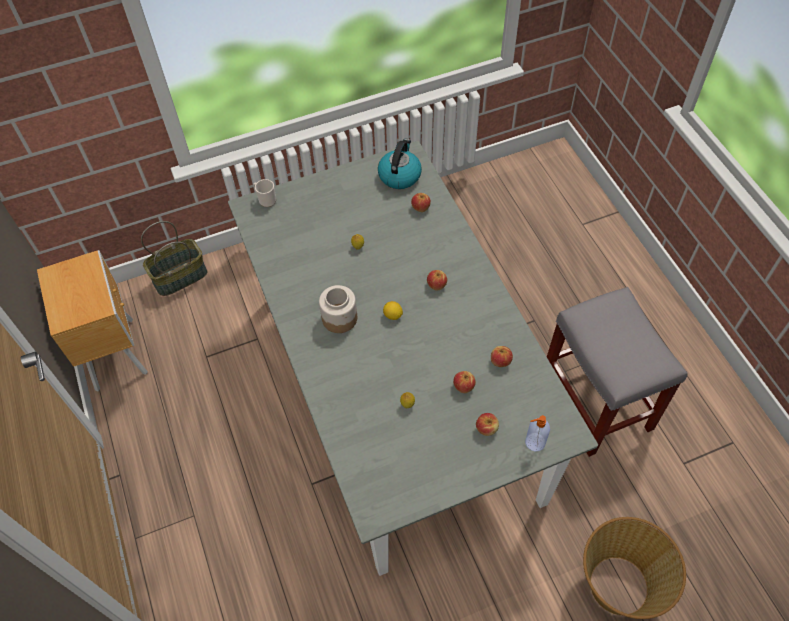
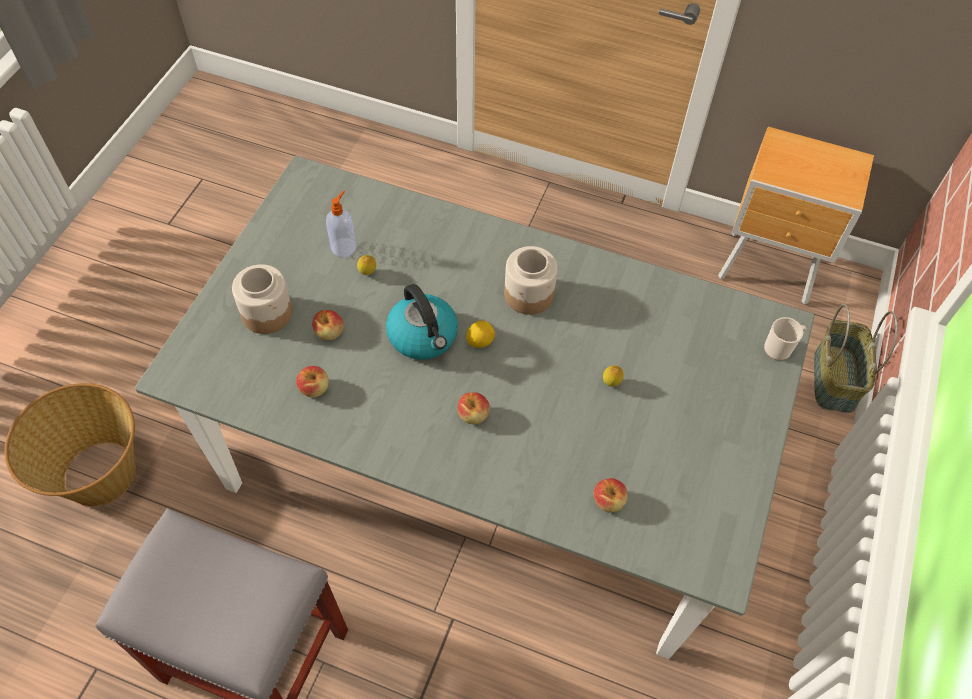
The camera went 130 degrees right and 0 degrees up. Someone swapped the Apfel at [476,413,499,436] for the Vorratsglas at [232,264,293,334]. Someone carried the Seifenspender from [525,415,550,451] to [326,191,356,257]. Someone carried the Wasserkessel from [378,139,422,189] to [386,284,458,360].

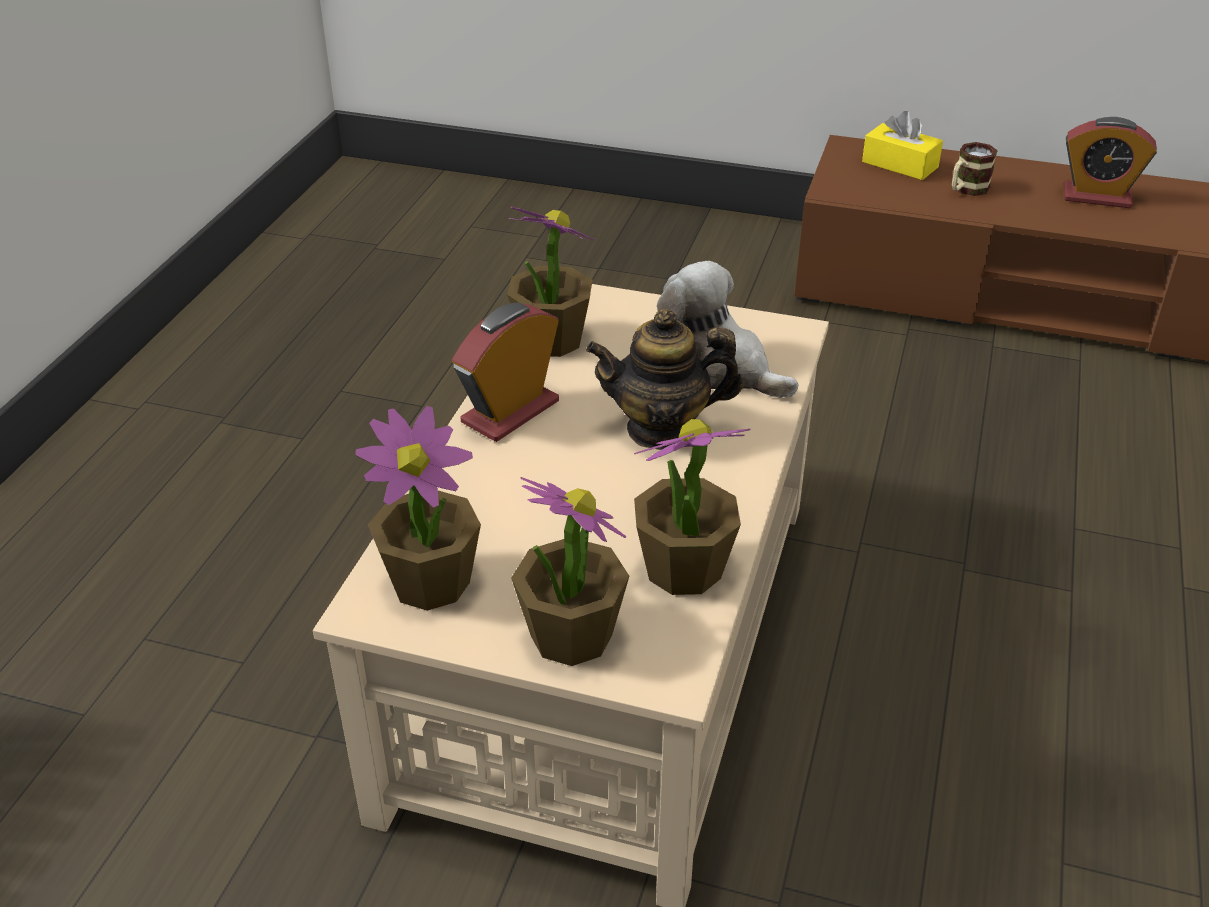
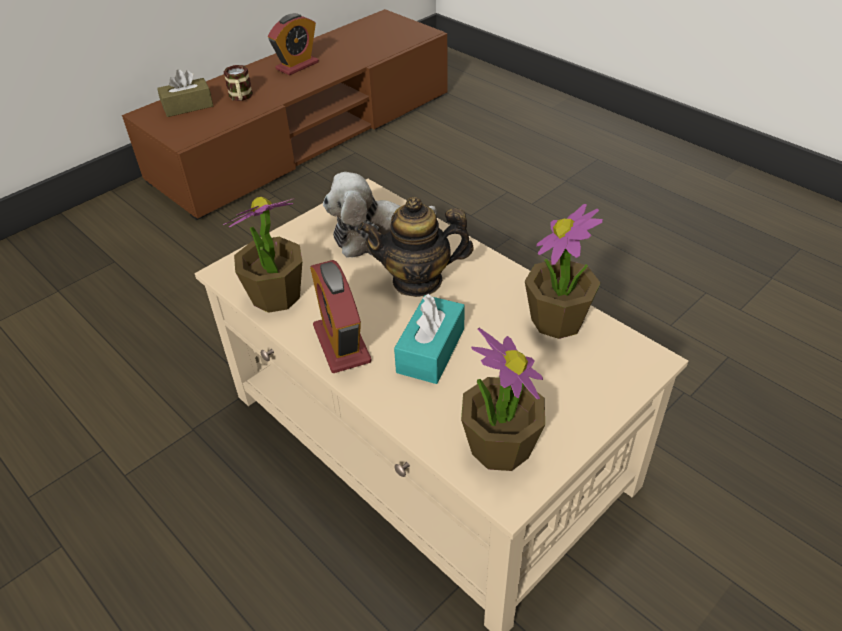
The camera went 60 degrees left and 5 degrees up. Someone repainted the Taschentuchbox/gelb at [862,111,943,180], which became the Taschentuchbox/braun at [157,69,213,117]. Someone rotated the Teekanne at [586,309,743,450] by 60 degrees clockwise. Someone put down the Taschentuchbox/türkis at [394,294,465,384]. Someone took away the Topfpflanze at [511,477,629,666].

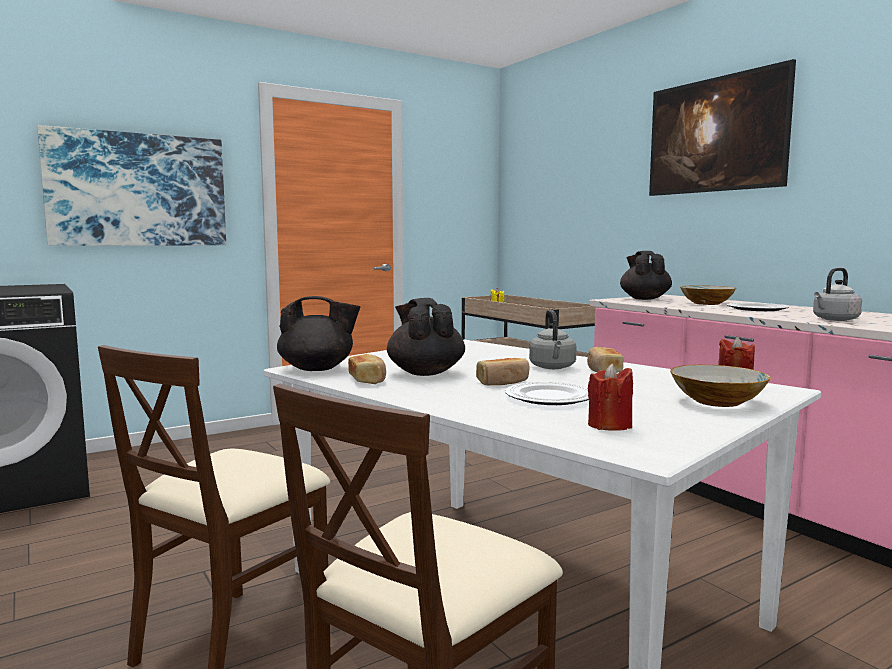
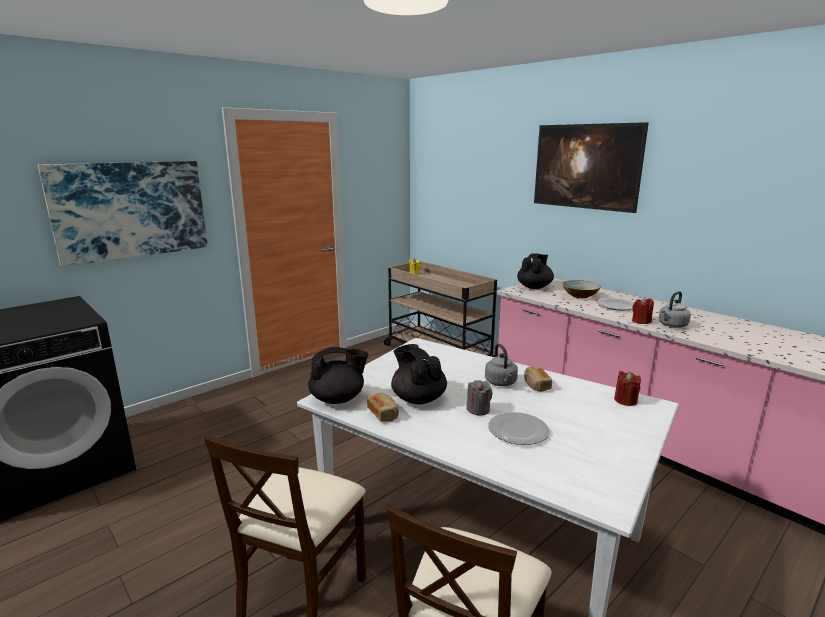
The camera went 10 degrees left and 10 degrees up. Someone swapped the Brot at [476,358,529,385] for the Kerze/grau at [466,380,493,416]. Someone rotated the Teekanne/schwarz at [620,251,672,300] by 45 degrees clockwise. Someone carried the Kerze/rot from [588,363,633,431] to [632,297,654,324]. Someone took away the Schüssel at [670,365,771,407].

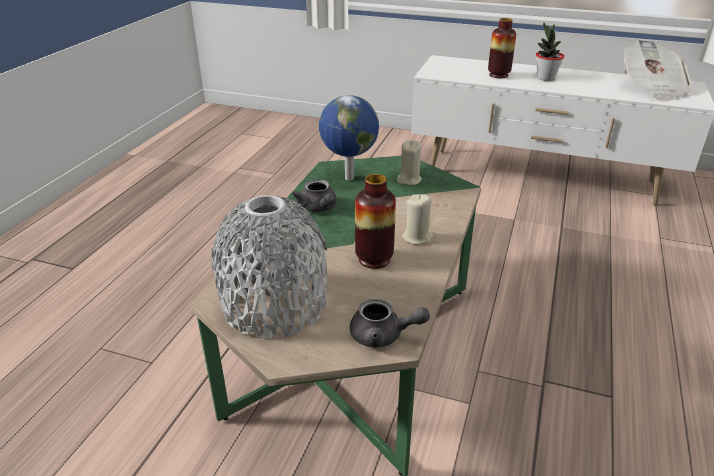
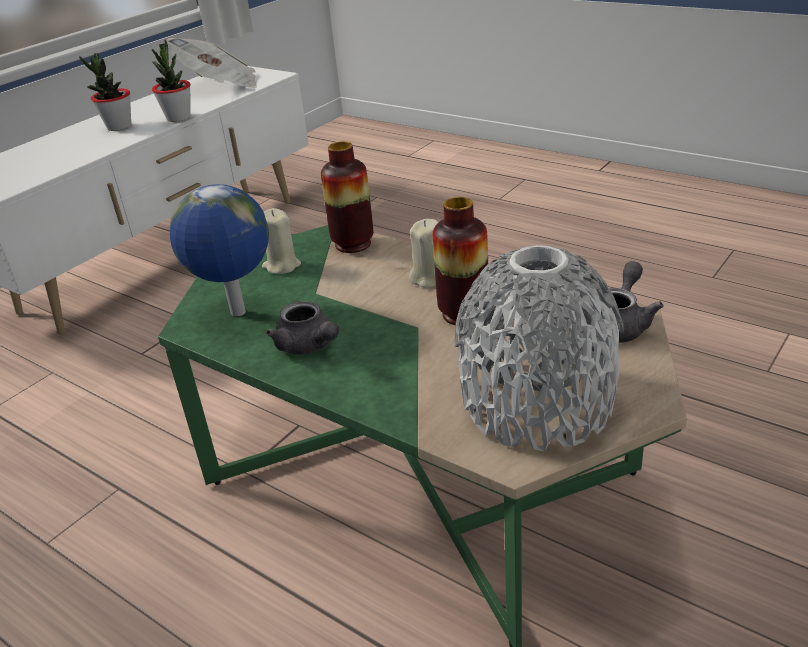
The camera went 70 degrees left and 0 degrees up. Someone put down the Topfpflanze at [152,39,191,122]. Someone rotated the Teekanne/grau at [293,179,337,212] by 60 degrees clockwise. Someone carried the Vase from [488,18,516,78] to [321,141,374,253].

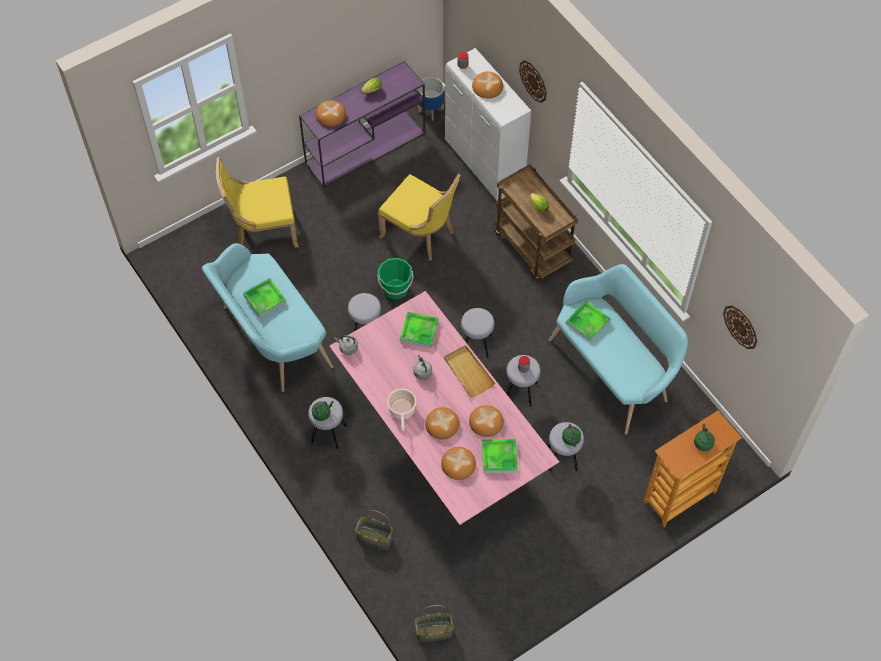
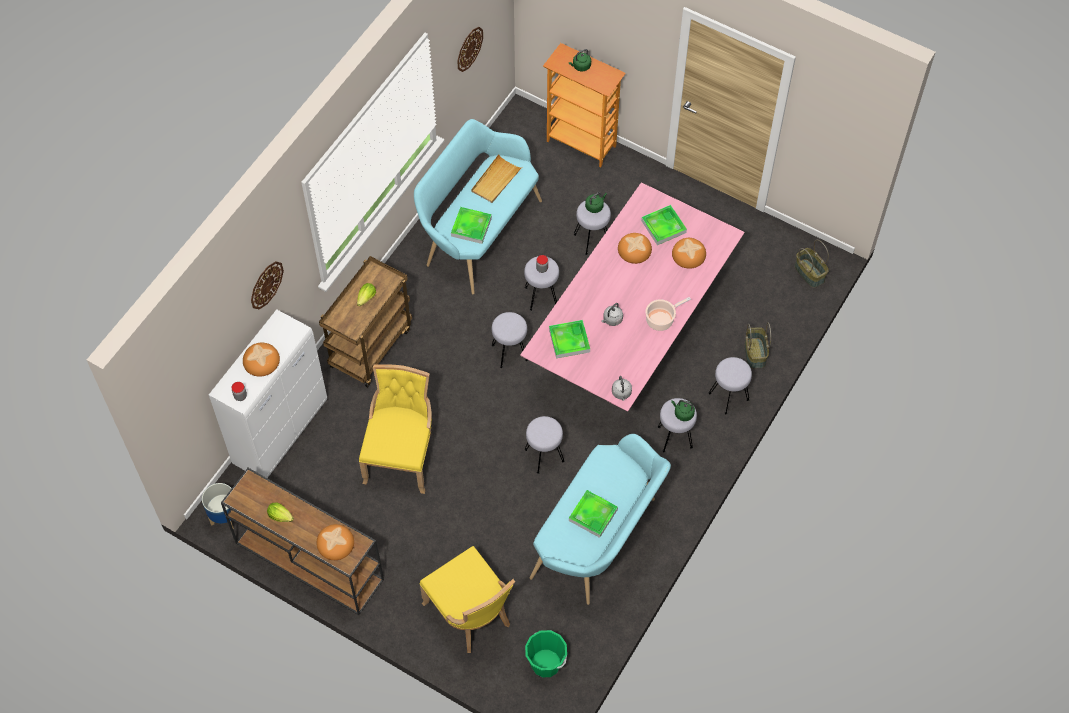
The camera went 115 degrees left and 0 degrees up. Someone repainted the Konsolentisch/lila at [299,61,425,187], which became the Konsolentisch/braun at [221,468,384,615]. Someone carried the Tablett/beige from [444,345,495,397] to [471,154,522,203]. Someone carried the Eimer/grün from [377,258,413,299] to [525,630,567,677]. Someone put down the Hocker/grau at [709,357,752,414]. Someone took away the Brot at [425,407,459,439].

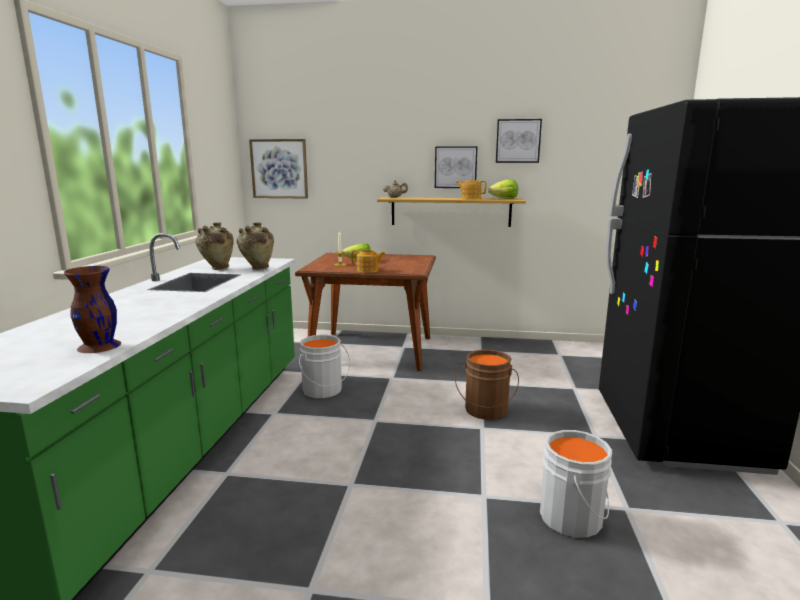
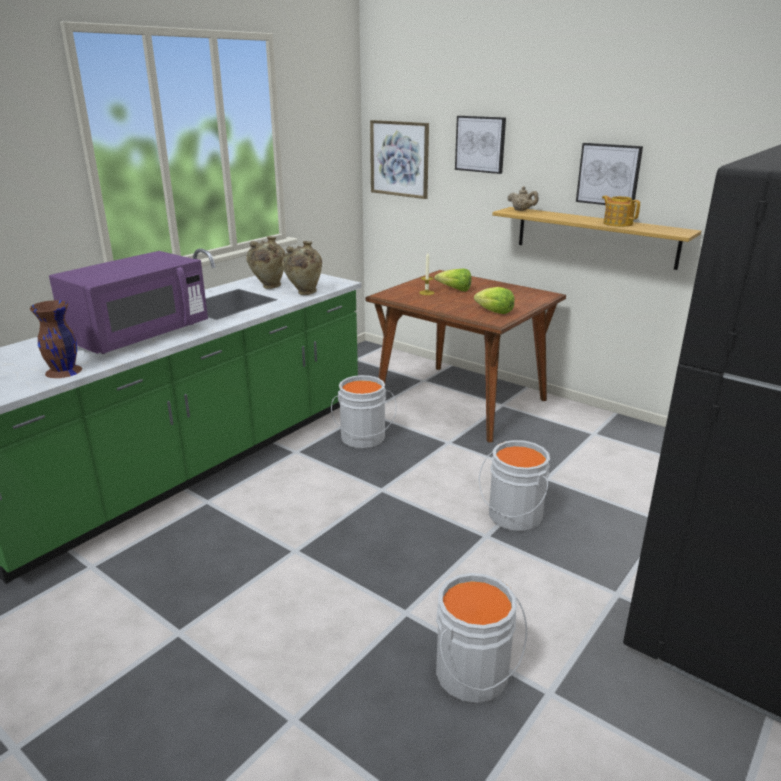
The camera went 30 degrees right and 10 degrees up. Someone put down the Mikrowelle/lila at [49,251,208,354]. Someone carried the Bild from [496,119,542,163] to [455,116,506,174]. Someone carried the Salatkopf from [488,179,518,199] to [474,287,515,314]. Someone repainted the Eimer/braun at [455,350,519,420], which became the Eimer/grau at [479,440,550,531]. Someone took away the Teekanne at [351,250,385,273].

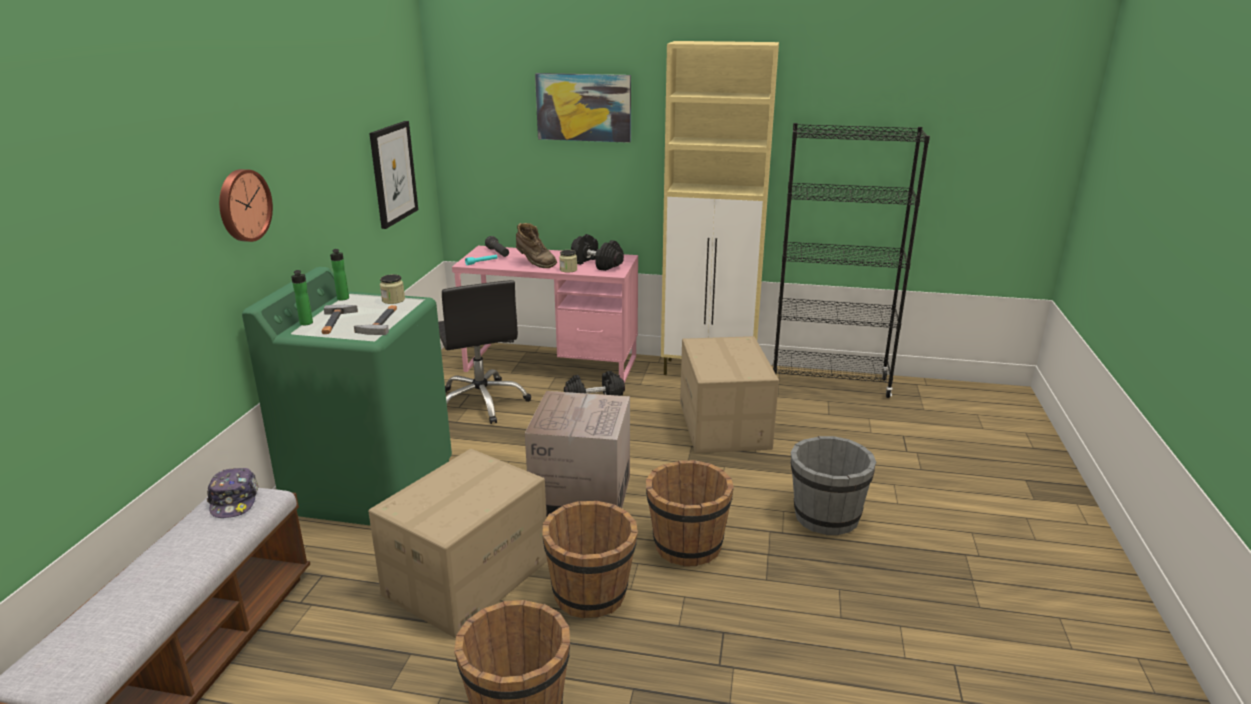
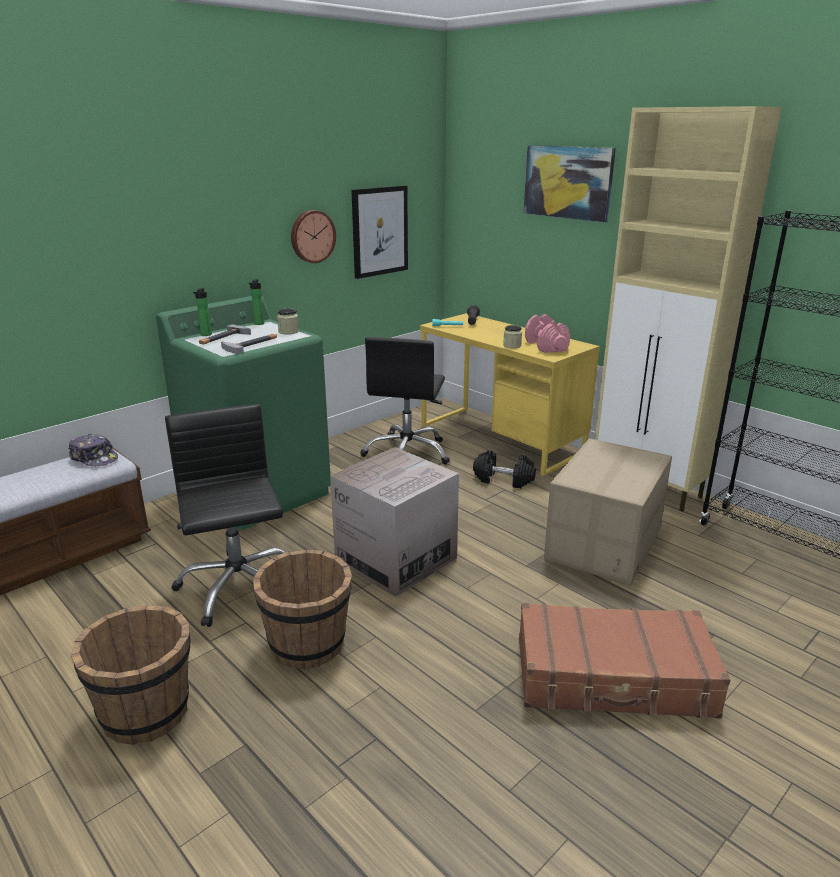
The camera went 35 degrees right and 0 degrees up. Someone rotated the Kappe at [207,468,259,518] by 75 degrees counterclockwise. Someone swapped the Karton at [368,449,547,638] for the Bürostuhl/schwarz at [165,404,286,627]. Someone carried the Wanduhr from [219,169,273,242] to [291,210,336,263]. Someone repainted the Schreibtisch/rosa at [452,246,638,383], which became the Schreibtisch/gelb at [420,313,600,476]. Someone swapped the Eimer/grau at [791,436,876,535] for the Koffer/braun at [519,603,731,719]. Someone repainted the Hantel/schwarz at [571,234,624,271], which became the Hantel/rosa at [525,314,570,353]. Someone took away the Stiefel/braun at [516,223,557,268]. Someone took away the Eimer/braun at [646,460,734,567].

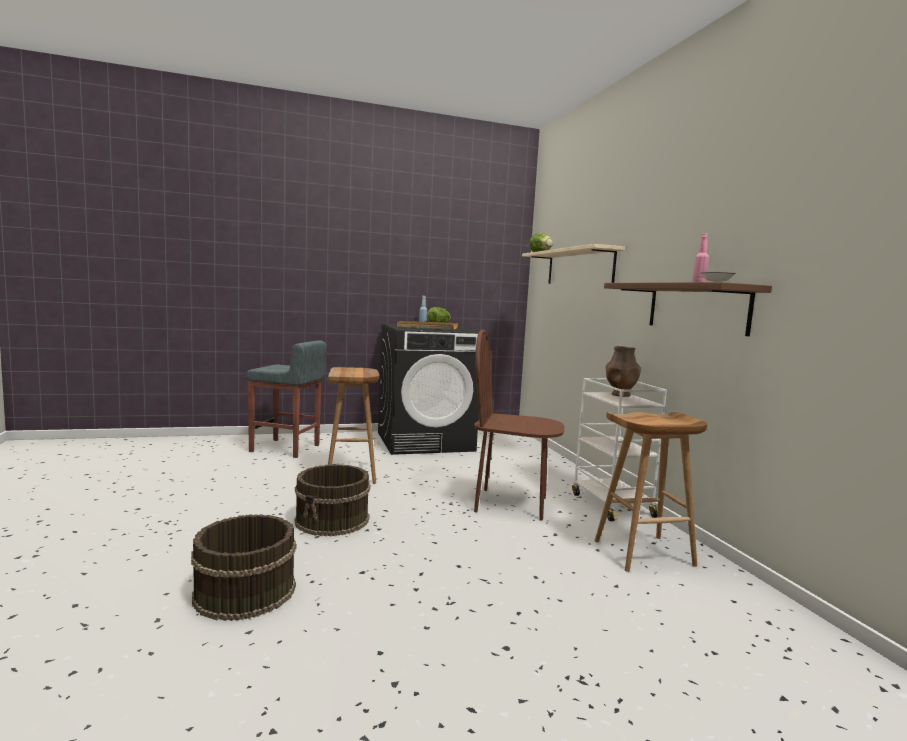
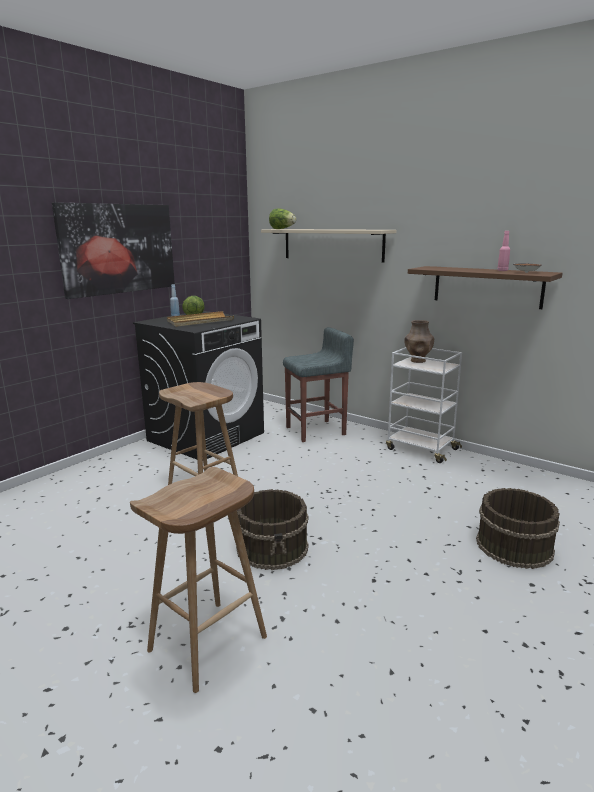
The camera went 35 degrees left and 10 degrees up. Someone put up the Bild at [52,202,175,299]. Someone carried the Hocker/braun from [595,412,707,572] to [130,467,267,693]. Someone carried the Hocker/grau from [246,340,327,458] to [283,327,354,442]. Someone carried the Eimer/braun from [191,514,297,621] to [476,488,560,569]. Someone took away the Stuhl/braun at [474,329,564,520].

